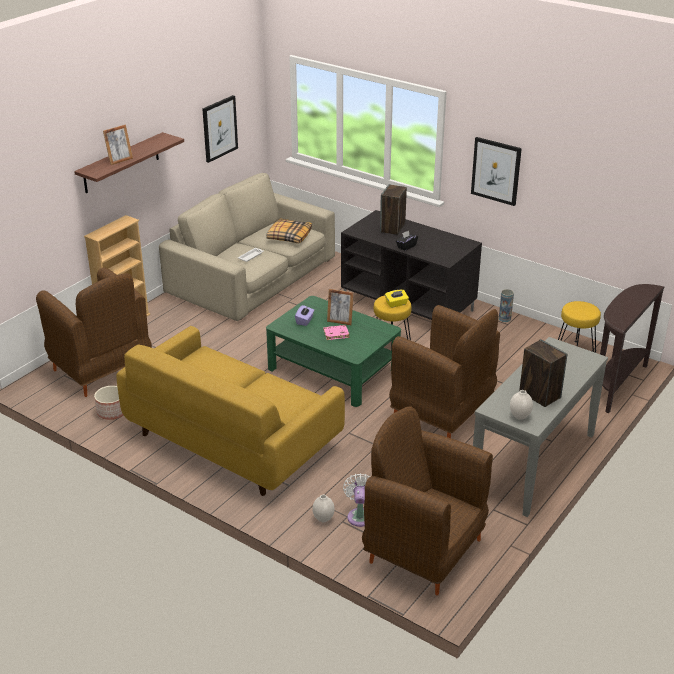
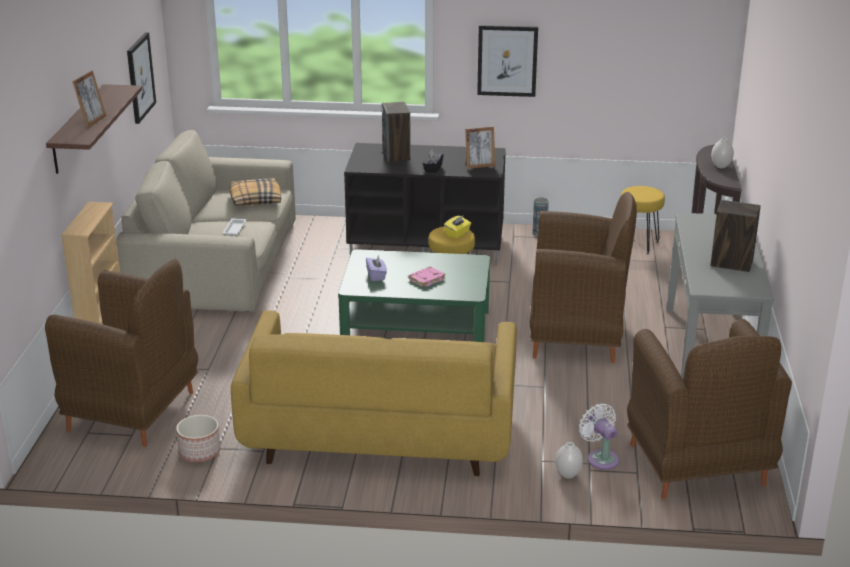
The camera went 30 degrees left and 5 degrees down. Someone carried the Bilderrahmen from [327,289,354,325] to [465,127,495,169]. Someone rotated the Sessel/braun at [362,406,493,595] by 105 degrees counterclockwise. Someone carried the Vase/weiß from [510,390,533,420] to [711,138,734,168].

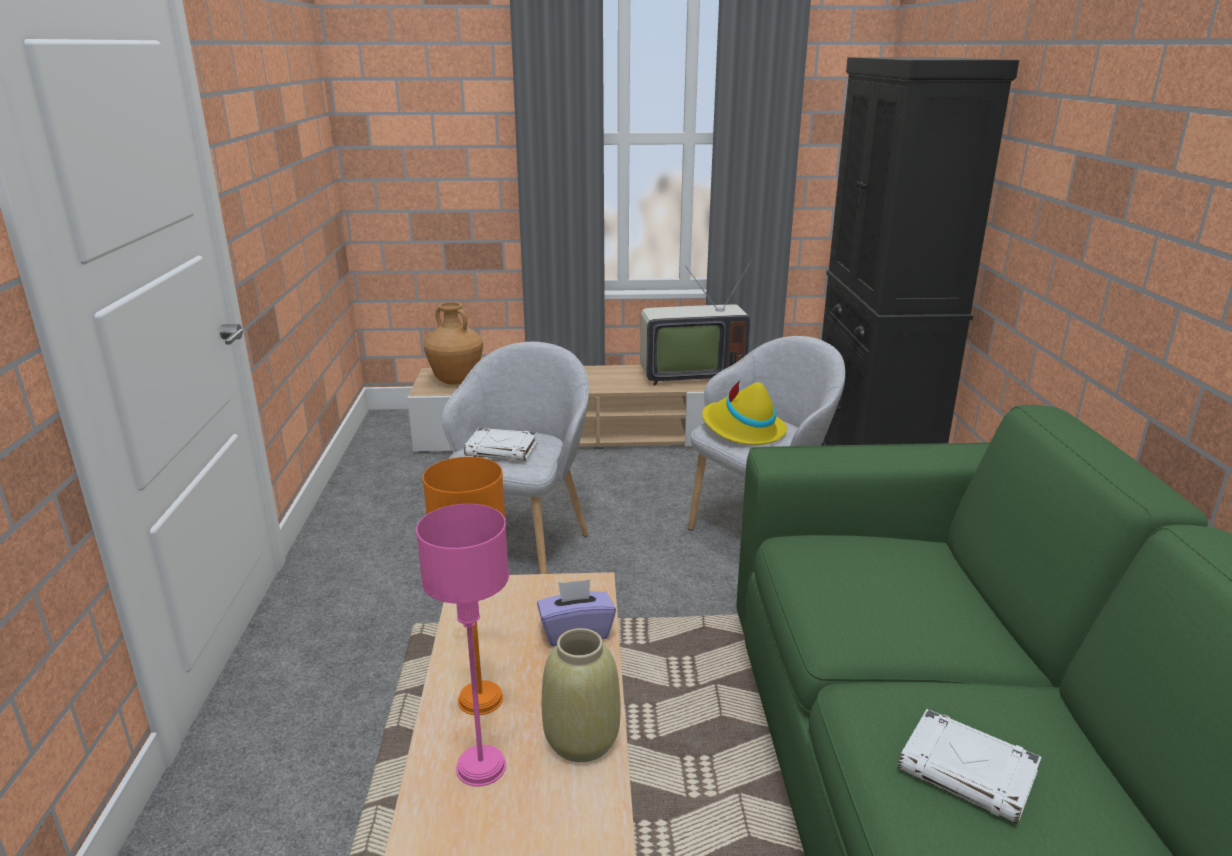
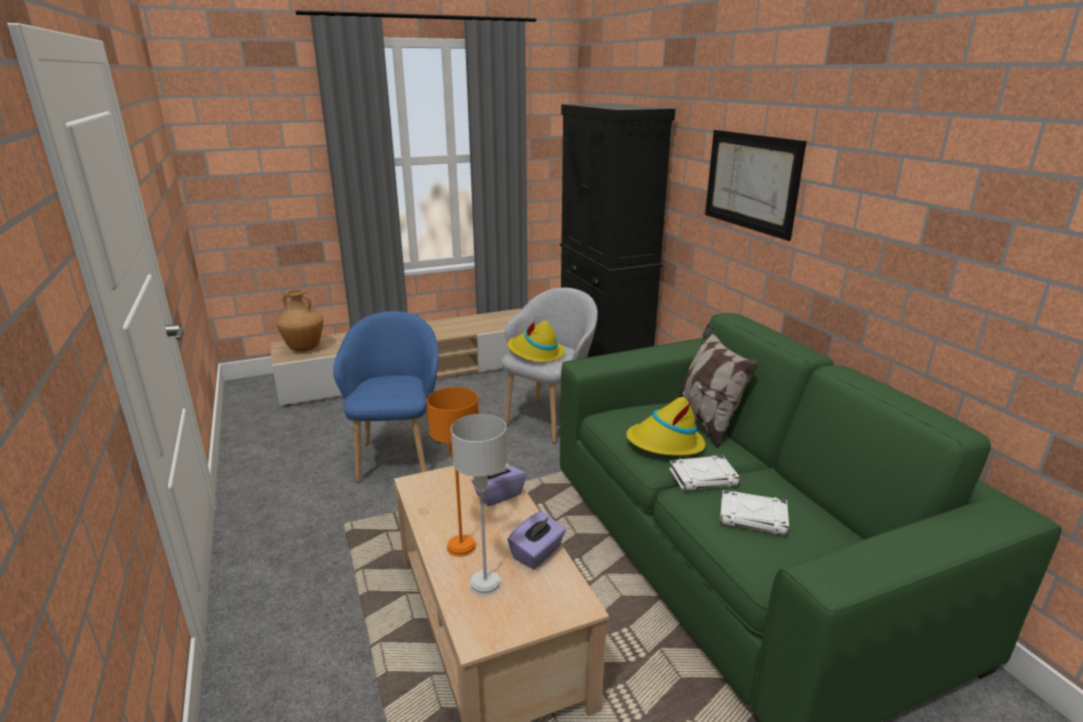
The camera went 20 degrees left and 0 degrees up. Someone repainted the Sessel/grau at [442,342,589,574], which became the Sessel/blau at [333,311,440,483]. Someone repainted the Tischlampe/rosa at [416,504,509,786], which became the Tischlampe/grau at [451,414,507,596]. Someone swapped the Vase/beige at [542,628,621,762] for the Taschentuchbox/lila at [508,511,566,569]. Someone put down the Hut/gelb at [626,397,705,456]. Someone carried the Buch/weiß from [464,428,538,460] to [669,455,740,491]. Someone put down the Kissen at [677,324,759,448]. Someone put up the Bild at [705,130,807,241]. Someone took away the Fernseher at [640,259,752,386].

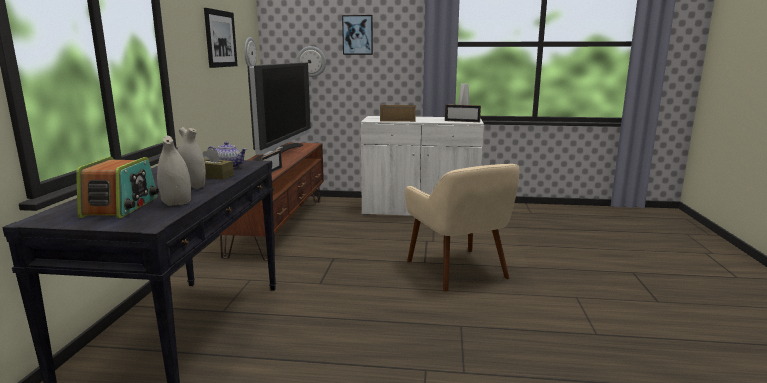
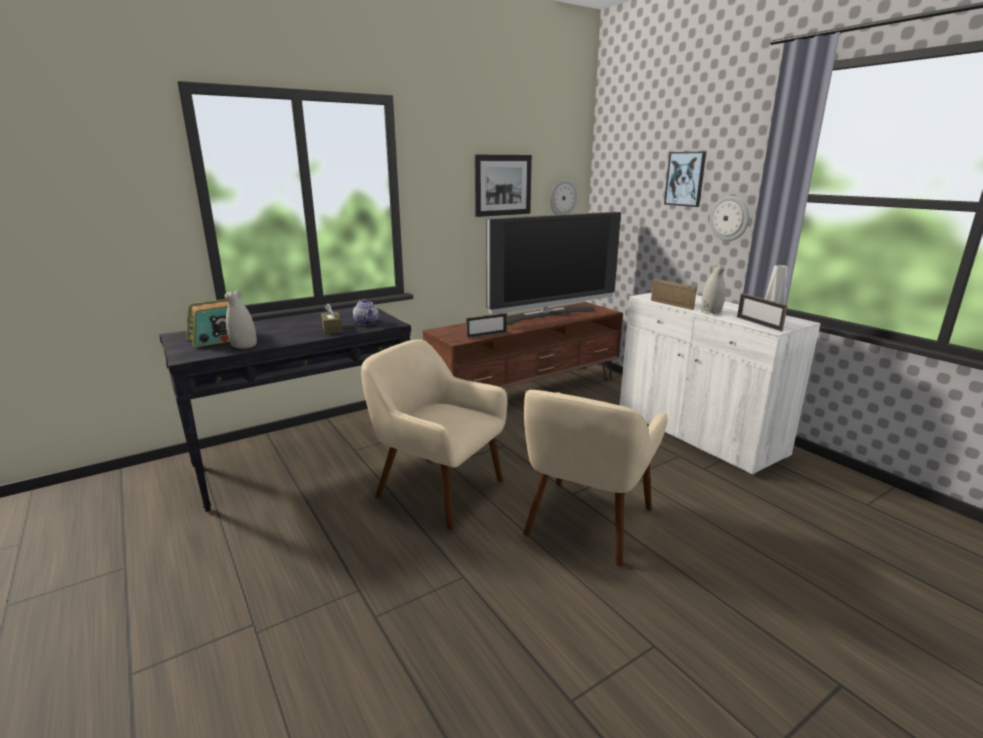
The camera went 50 degrees right and 5 degrees up. Someone put down the Sessel/beige at [361,339,508,530]. Someone carried the Vase/weiß from [177,127,206,189] to [701,264,726,314]. Someone carried the Wanduhr from [297,46,326,77] to [710,196,749,241].

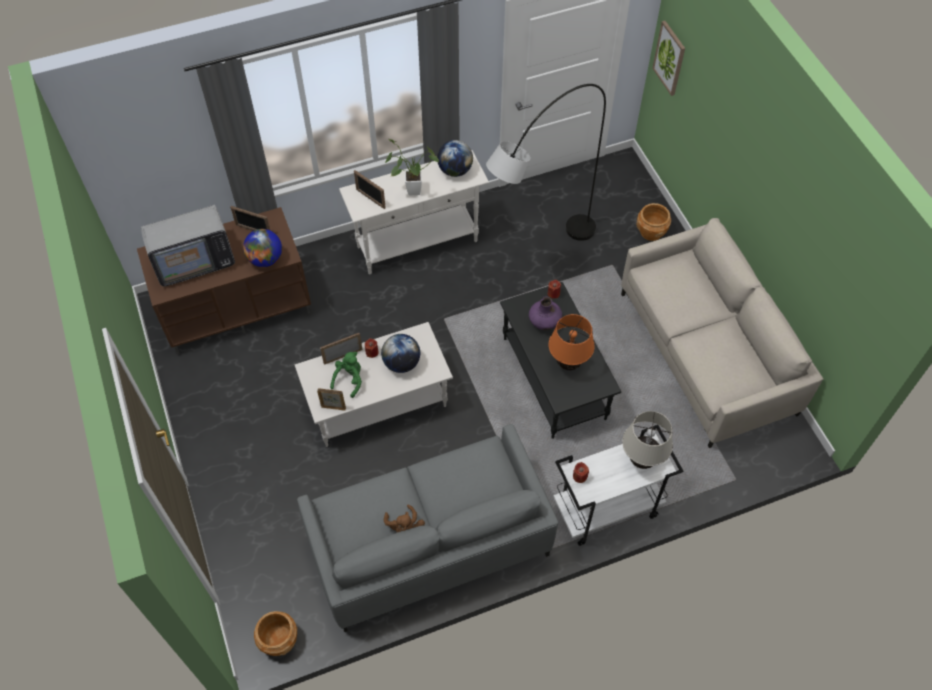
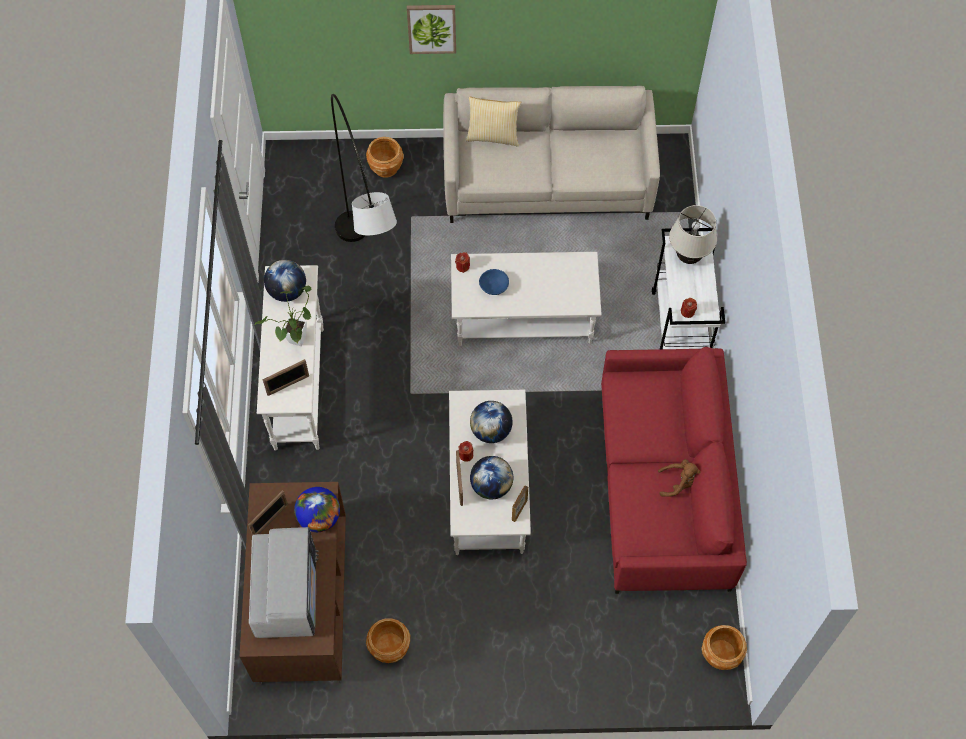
The camera went 70 degrees left and 5 degrees up. Someone put down the Pflanzkübel/braun at [366,618,410,663]. Someone carried the Bild from [652,21,685,96] to [407,5,456,54]. Someone repainted the Couchtisch/schwarz at [500,282,621,439], which became the Couchtisch/weiß at [451,252,602,346]. Someone put down the Kissen at [466,97,521,147]. Someone swapped the Plüschtier/grün at [330,352,362,398] for the Globus at [470,456,513,499]. Someone swapped the Vase/lila at [529,296,562,330] for the Schüssel/blau at [479,269,509,295]. Someone repainted the Sofa/grau at [297,424,558,632], which became the Sofa/rot at [601,347,747,594]. Someone took away the Tischlampe/orange at [548,314,595,370].

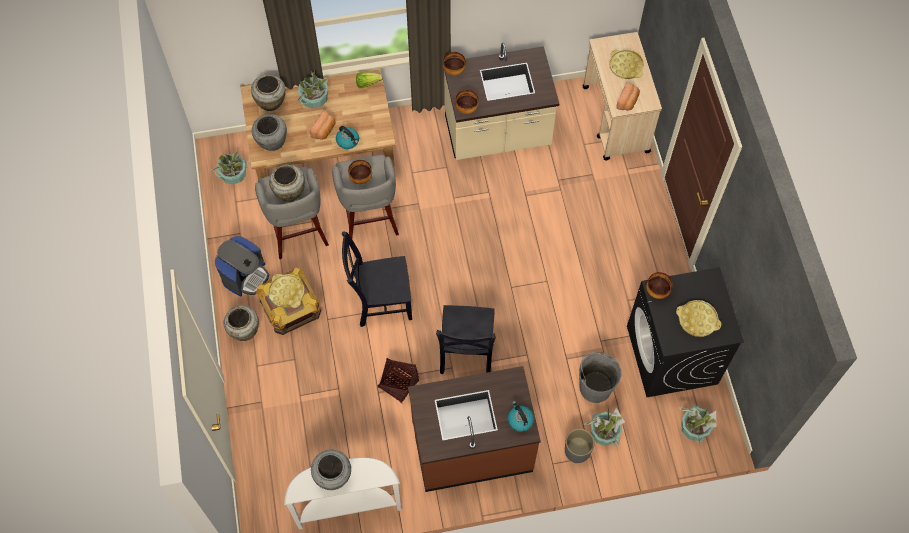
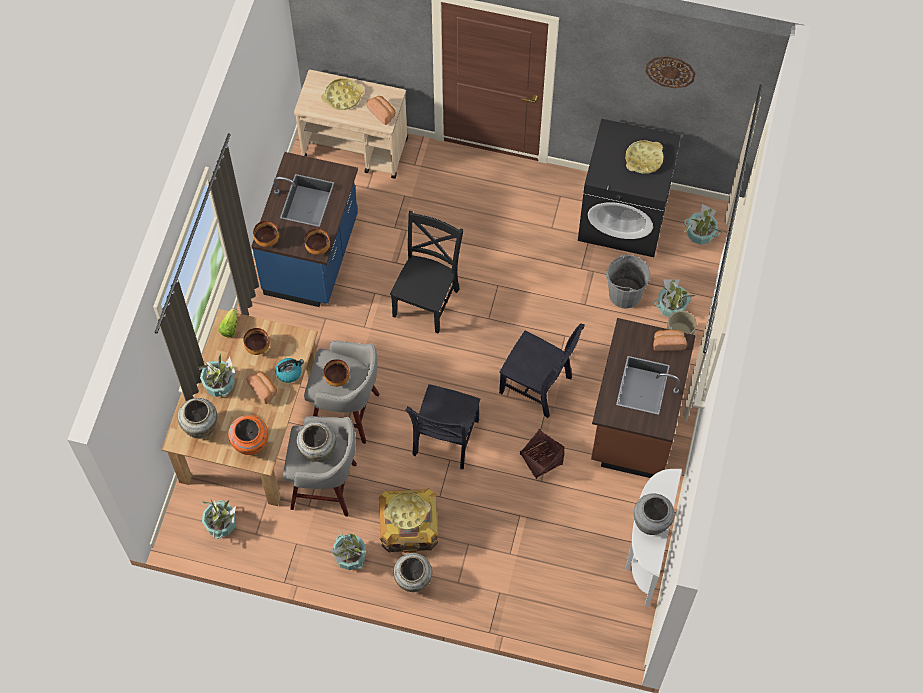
The camera went 65 degrees left and 0 degrees up. Someone repainted the Vase/grau at [252,114,287,151], which became the Vase/orange at [228,415,268,455]. Someone carried the Schüssel from [646,272,673,299] to [243,328,270,355]. Someone repainted the Küchenzeile/beige at [444,43,559,160], which became the Küchenzeile/blau at [251,152,358,307]. Someone swapped the Kaffeemaschine at [215,236,269,296] for the Topfpflanze at [330,530,370,570]. Someone put down the Stuhl/schwarz at [390,211,464,333]. Someone put up the Wanduhr at [645,56,696,88]. Someone swapped the Wasserkessel at [508,401,534,432] for the Brot at [653,330,687,351].

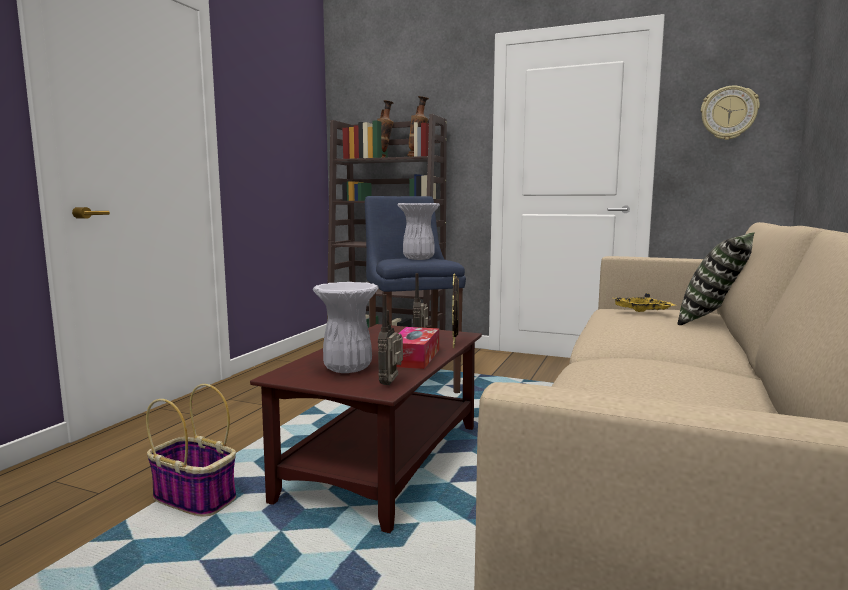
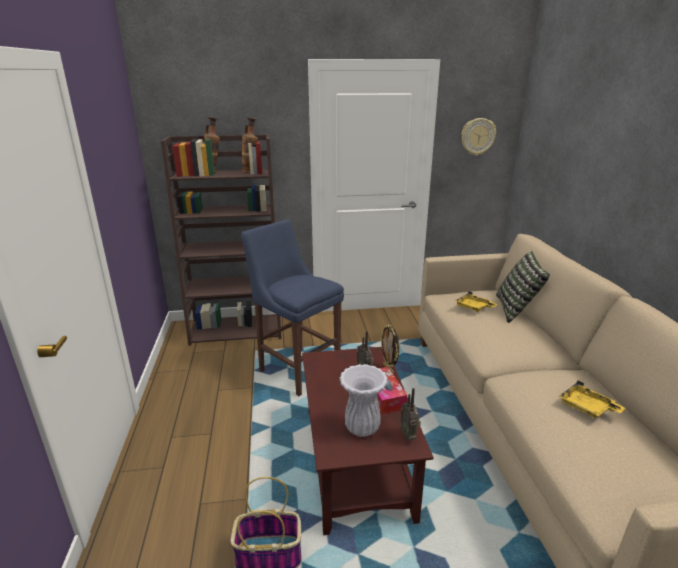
The camera went 30 degrees left and 15 degrees up. Someone put down the Tablett/gelb at [558,380,626,418]. Someone took away the Vase/weiß at [398,203,440,260].

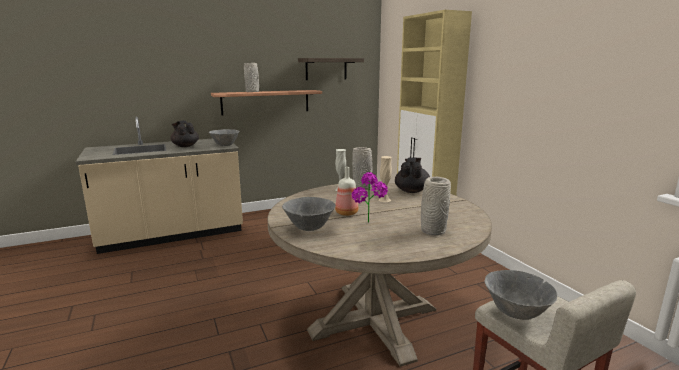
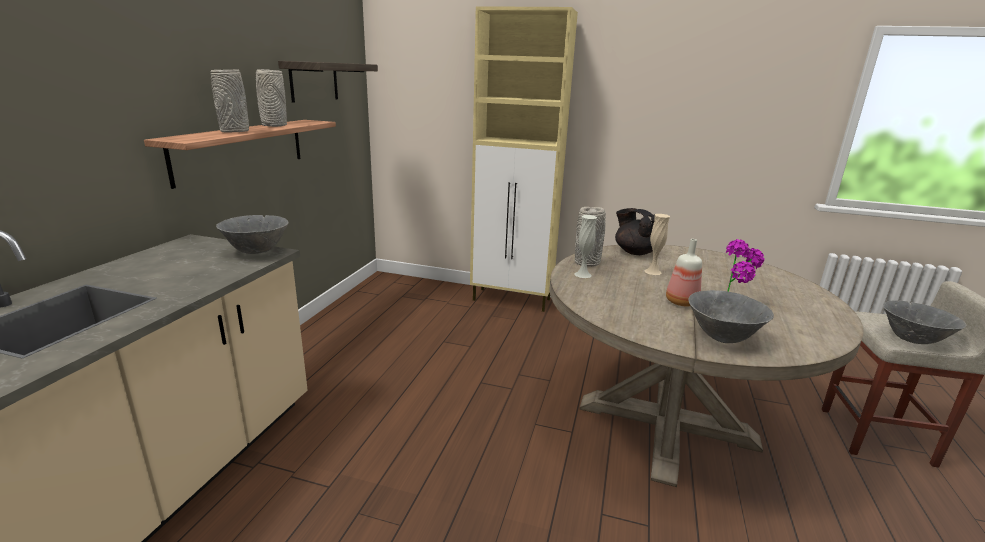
The camera went 50 degrees left and 5 degrees up. Someone carried the Vase/grau from [421,177,451,235] to [256,69,287,127]. Someone took away the Teekanne/schwarz at [170,120,199,147].

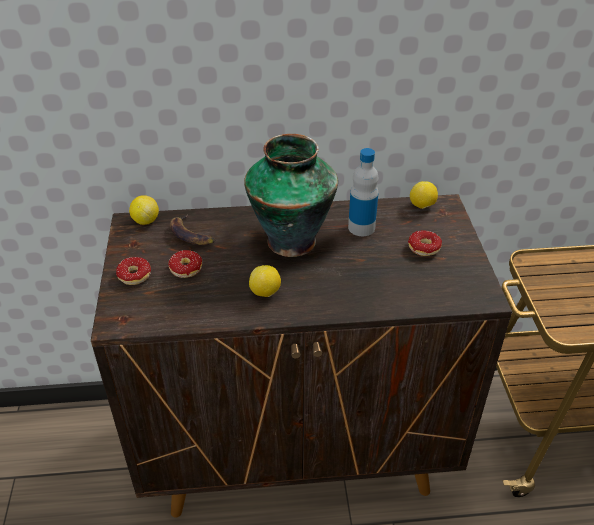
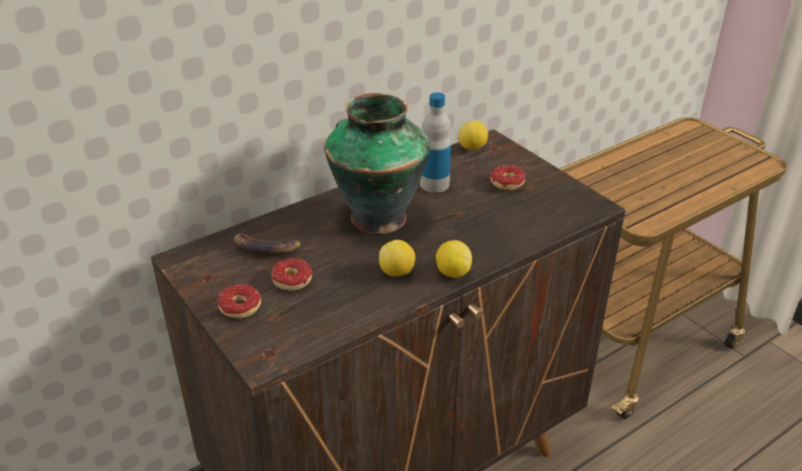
The camera went 30 degrees left and 5 degrees down. Someone carried the Zitrone from [129,195,159,225] to [436,240,472,278].

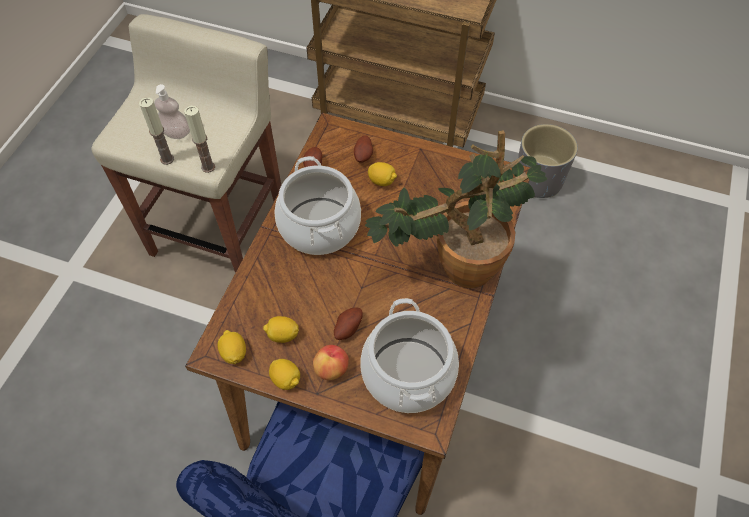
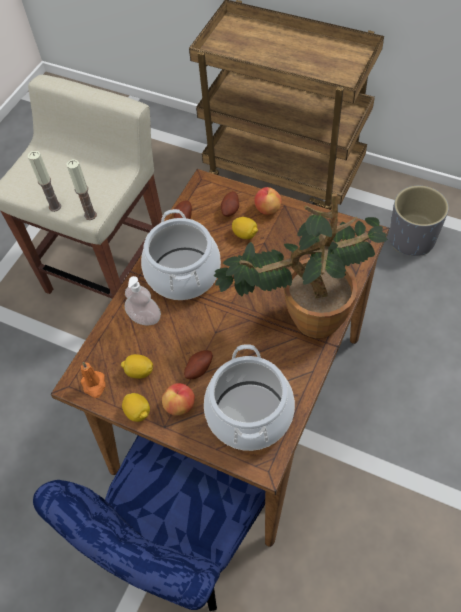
The camera went 10 degrees right and 0 degrees up. Someone swapped the Zitrone at [217,330,246,364] for the Kerze/orange at [81,362,106,398]. Someone carried the Seifenspender from [154,84,190,139] to [125,276,161,326]. Someone put down the Apfel at [254,187,282,215].

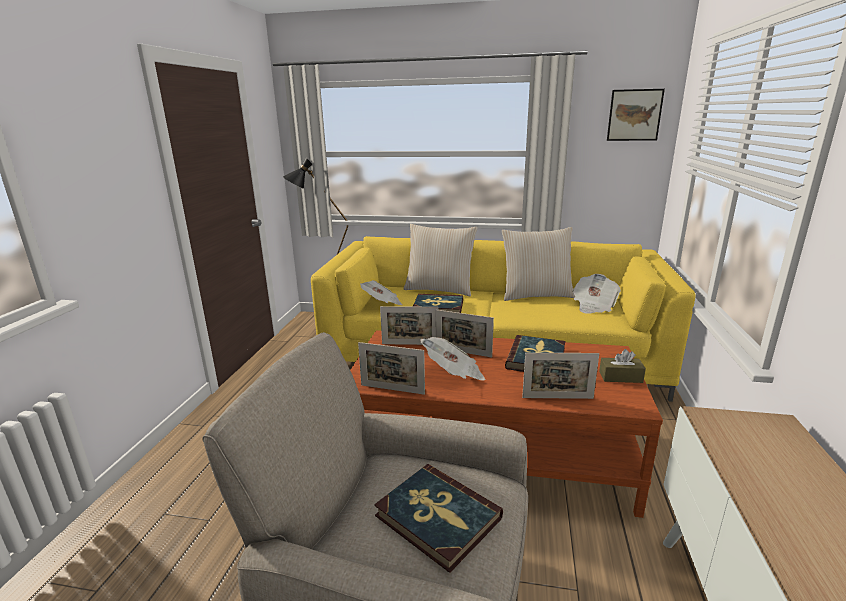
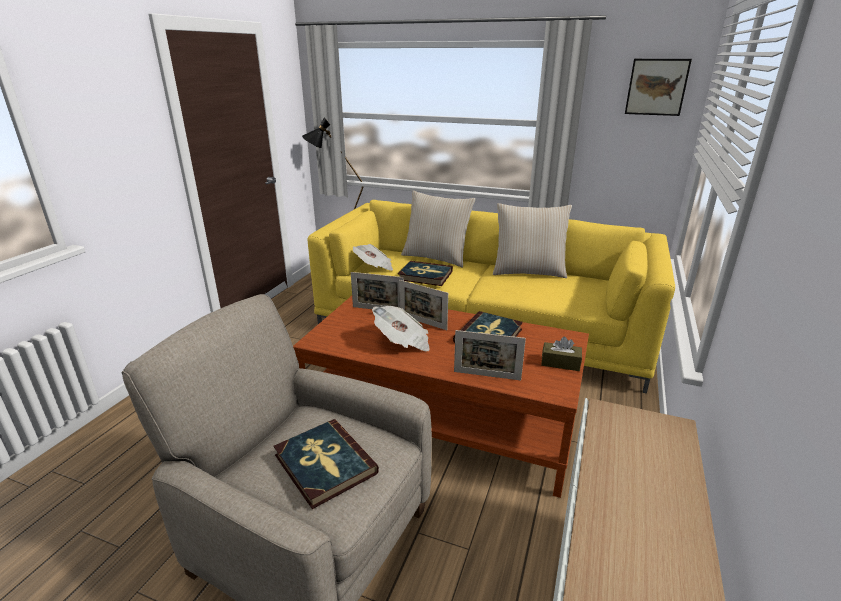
The camera went 10 degrees right and 5 degrees up. Someone took away the Bilderrahmen at [358,342,425,395]. Someone took away the Zeitung at [572,274,621,314].

